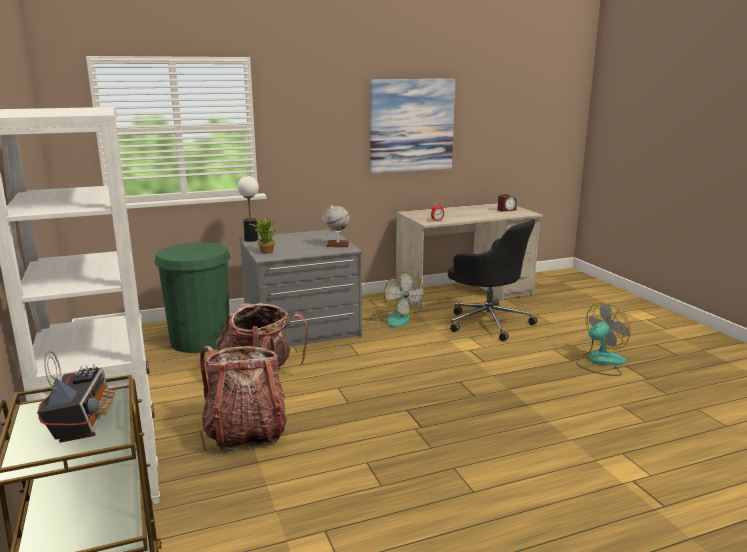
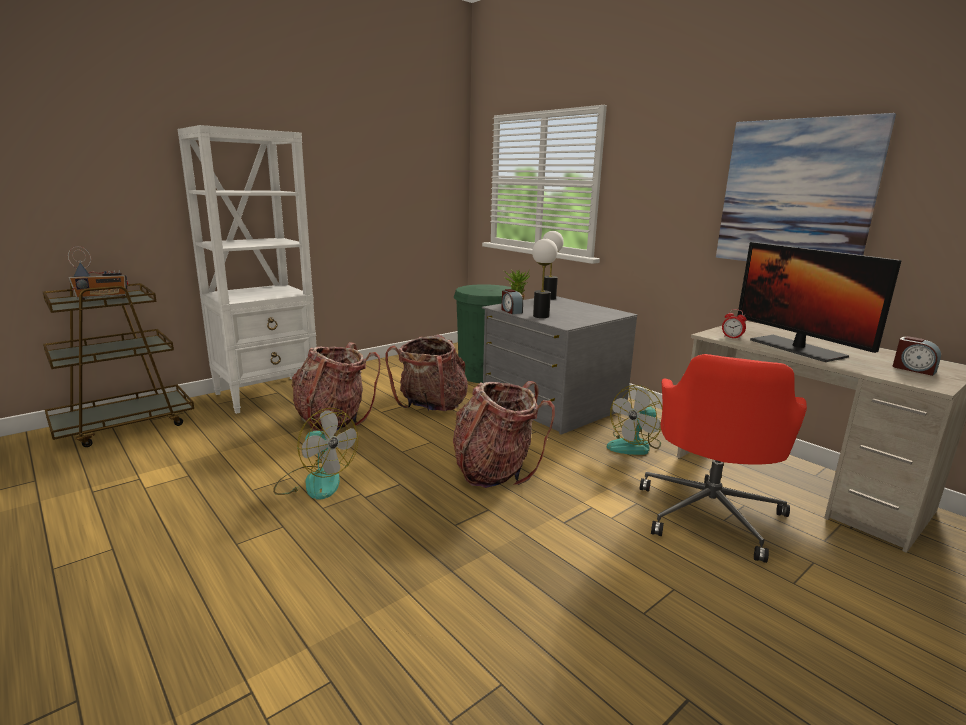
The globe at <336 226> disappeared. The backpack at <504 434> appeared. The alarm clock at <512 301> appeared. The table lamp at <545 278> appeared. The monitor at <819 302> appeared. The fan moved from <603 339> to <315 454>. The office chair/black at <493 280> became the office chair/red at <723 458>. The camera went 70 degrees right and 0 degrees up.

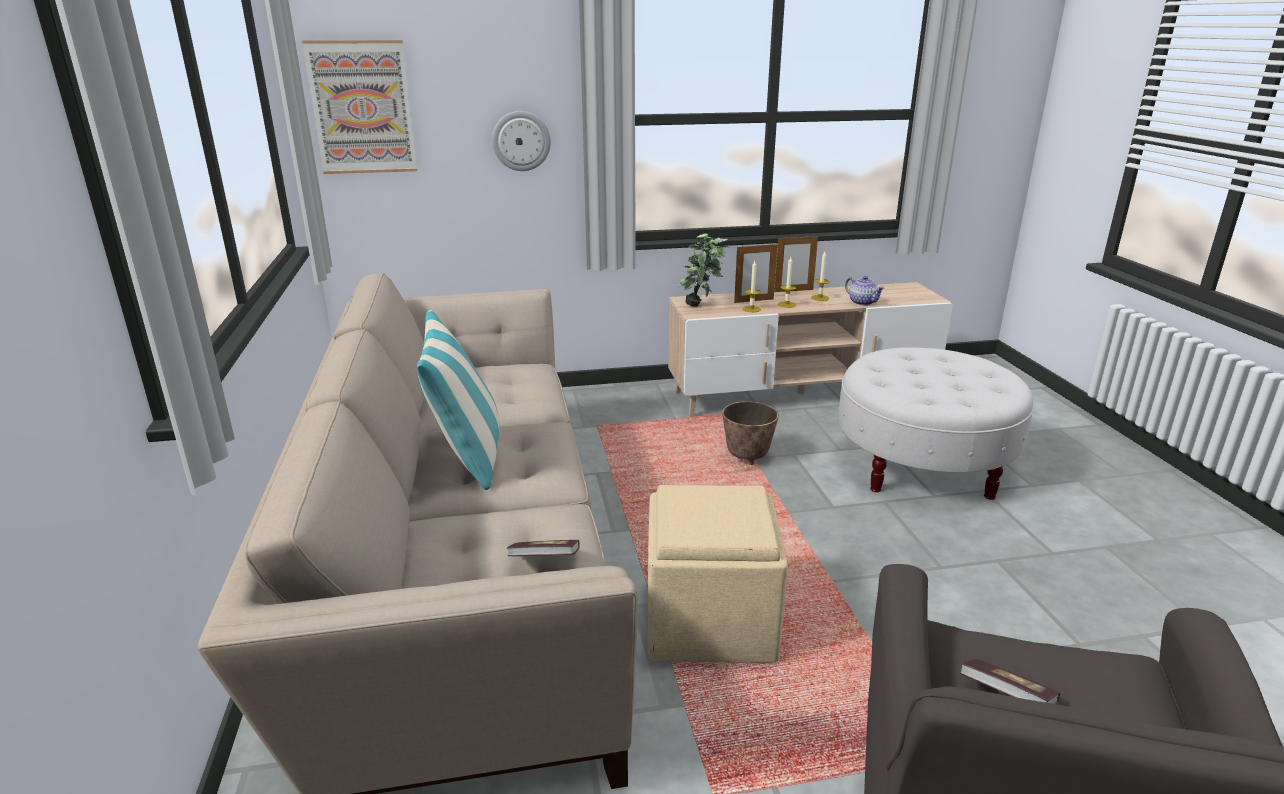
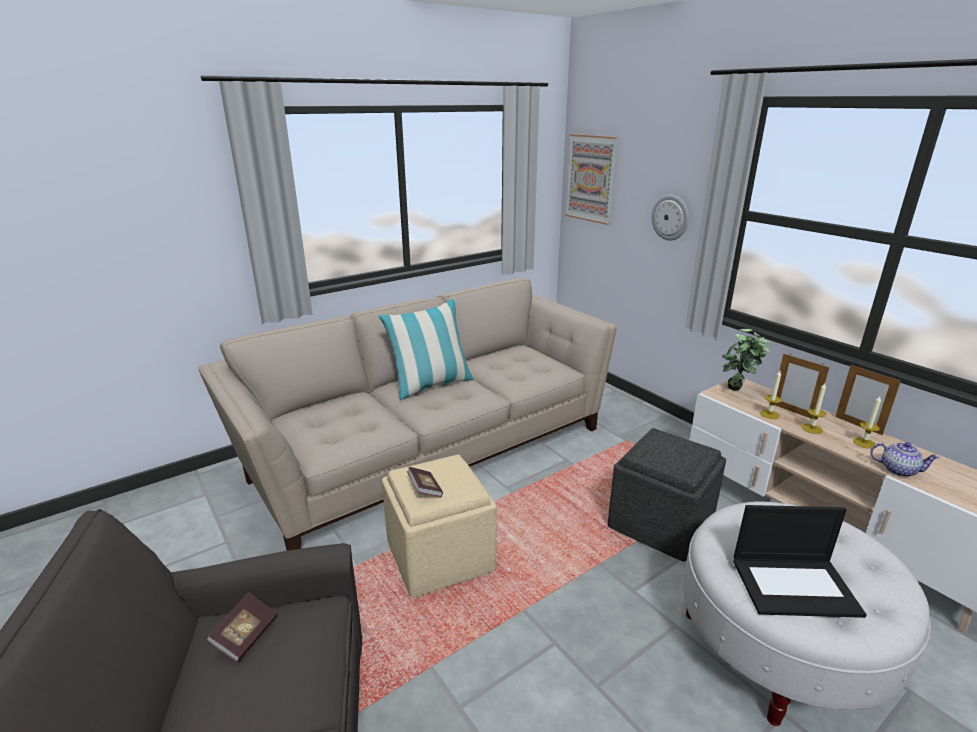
The laptop at <800 561> appeared. The book moved from <543 548> to <425 482>. The planter at <750 433> was replaced by the ottoman/grey at <666 495>. The teapot at <865 291> turned 90 degrees counterclockwise. The camera went 65 degrees right and 0 degrees up.

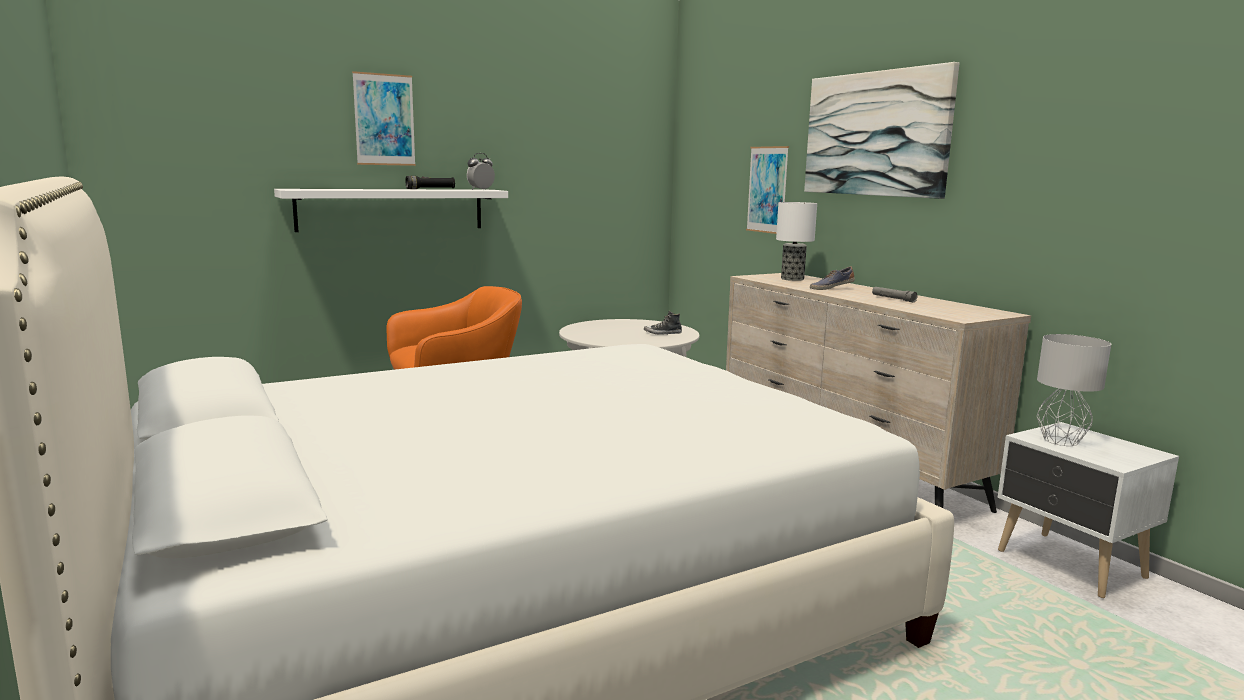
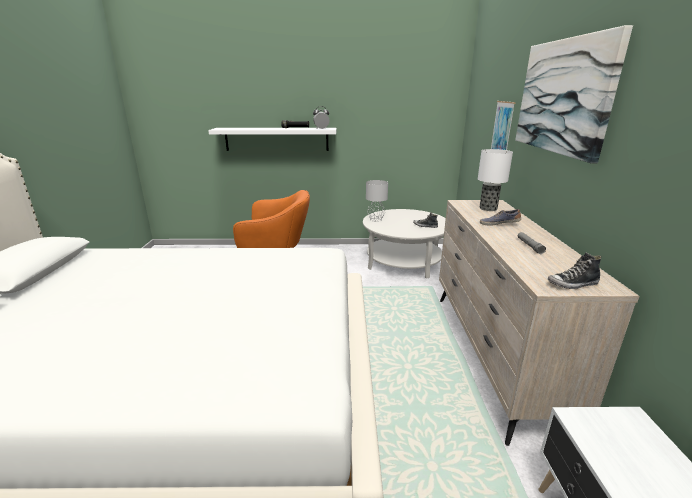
The picture at <384 118> disappeared. The shoe at <574 271> appeared. The table lamp/grey moved from <1074 390> to <377 201>. The camera went 30 degrees right and 10 degrees up.

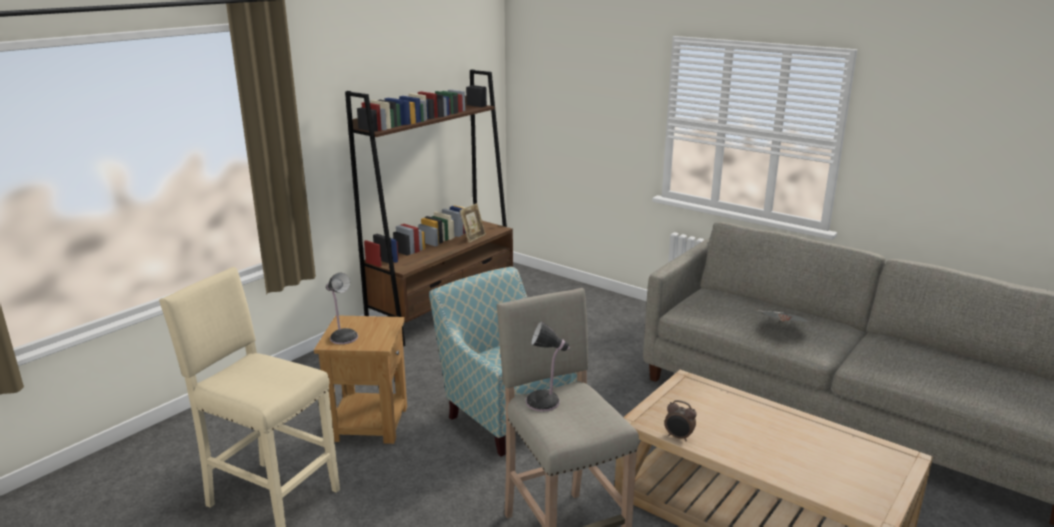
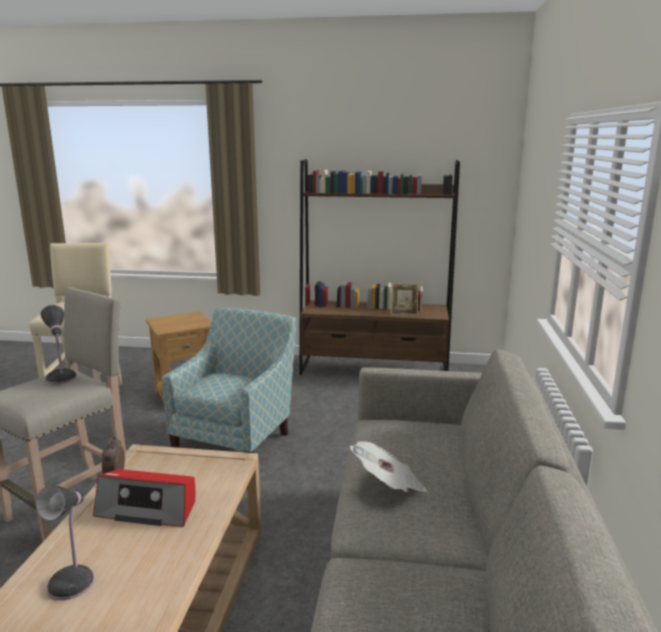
The radio at <144 498> appeared. The table lamp moved from <342 308> to <65 543>. The camera went 60 degrees right and 5 degrees down.

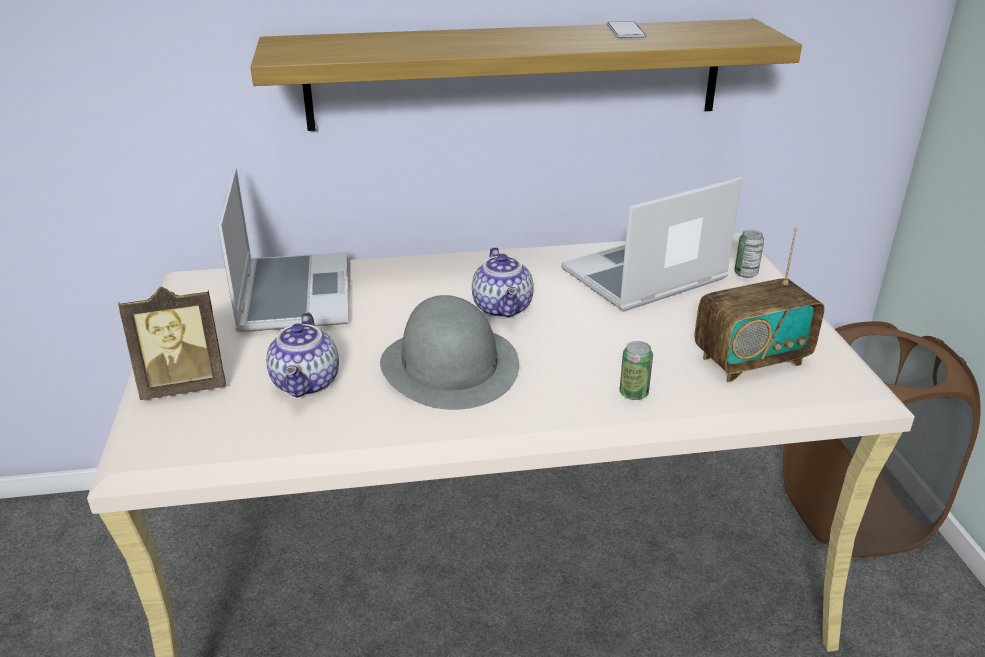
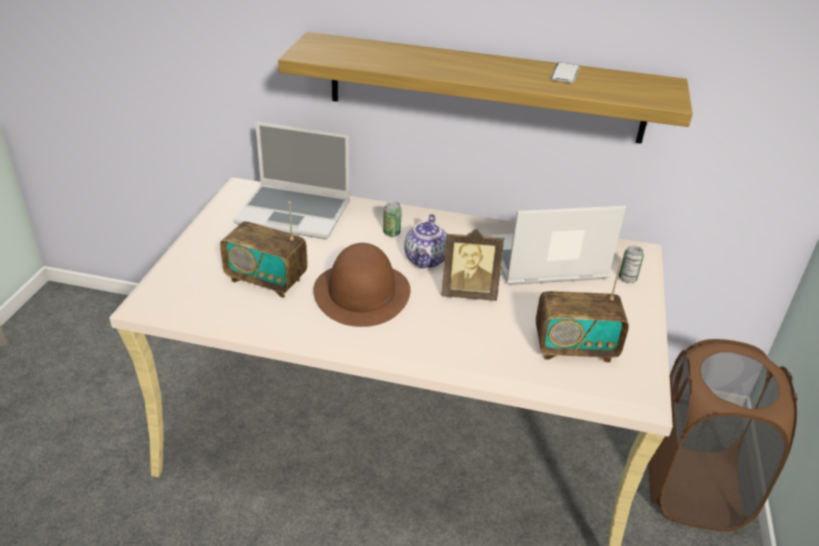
The picture frame moved from <172 343> to <473 265>. The can moved from <636 370> to <392 219>. The teapot at <302 355> was replaced by the radio at <264 249>. The hat/grey at <449 352> became the hat/brown at <361 285>. The laptop at <283 249> turned 90 degrees clockwise. The camera went 20 degrees right and 5 degrees up.

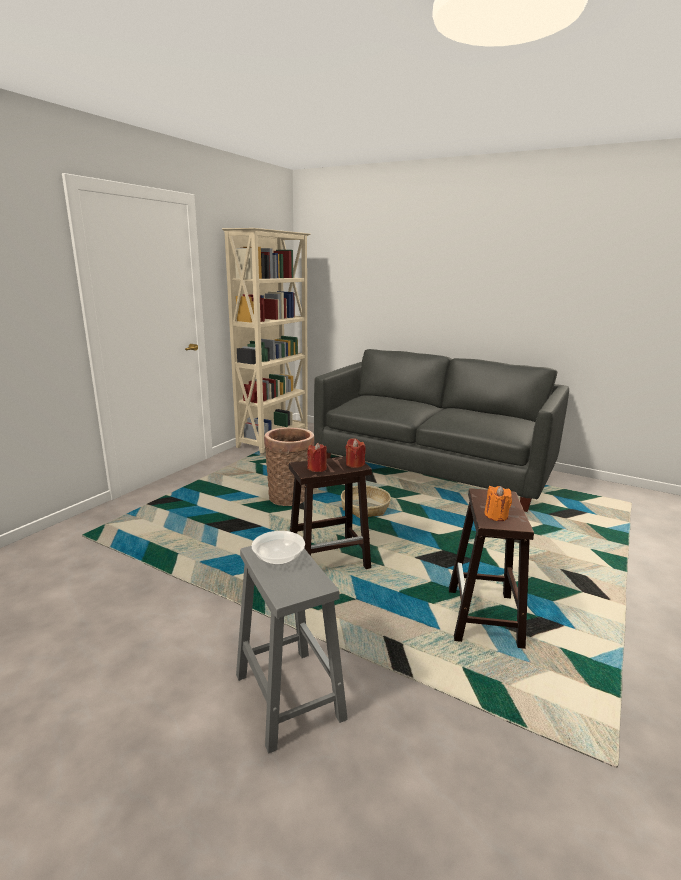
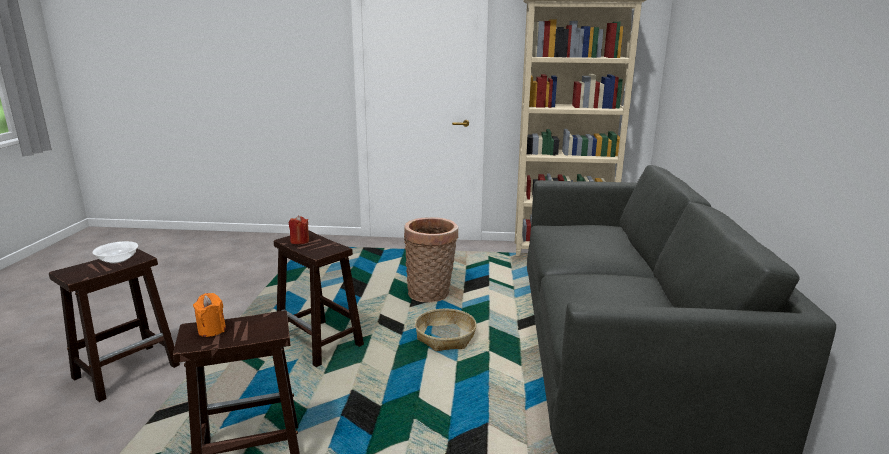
The candle/red at <356 453> disappeared. The stool/grey at <292 650> became the stool/brown at <114 325>. The camera went 65 degrees right and 0 degrees up.

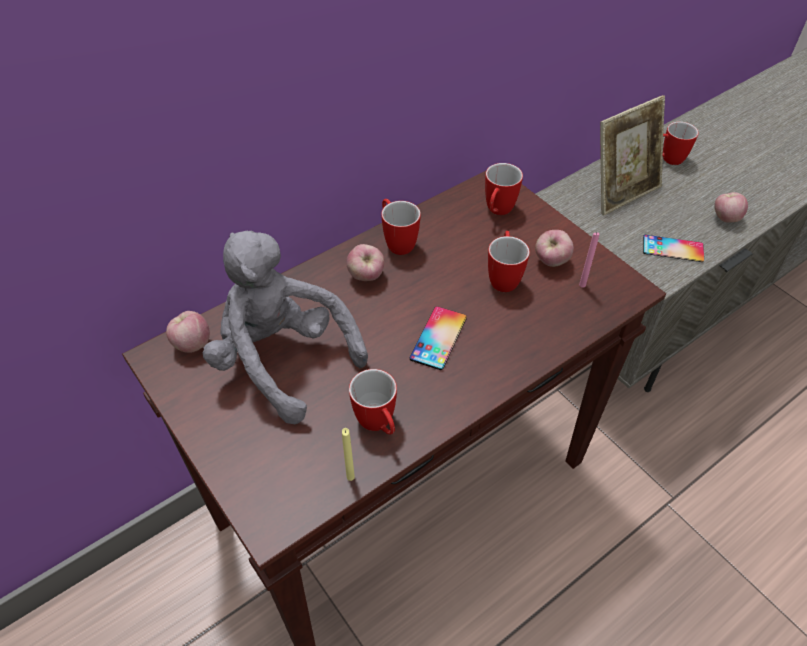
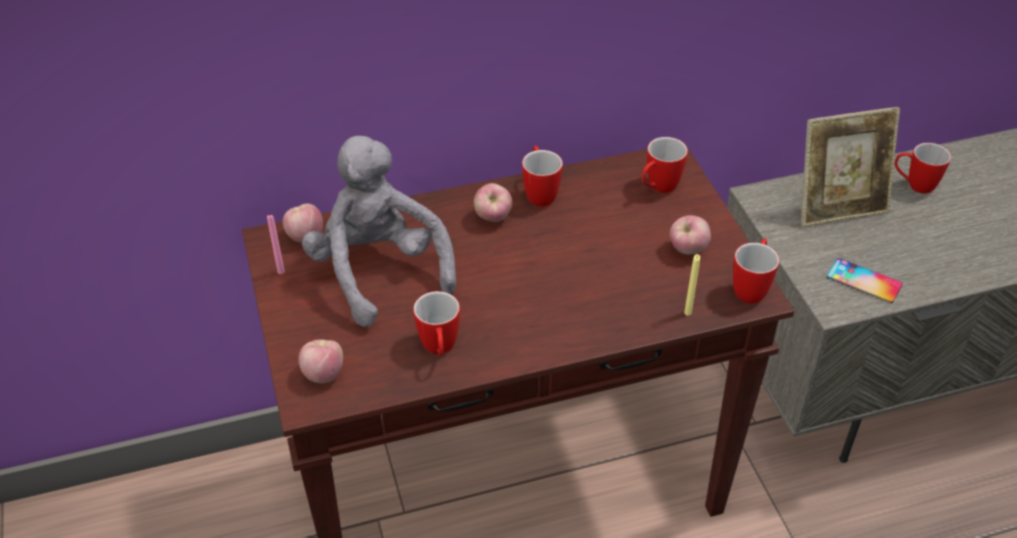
The phone at <438 338> disappeared. The candle/yellow moved from <348 454> to <692 285>. The mug moved from <509 261> to <756 270>. The candle/pink moved from <589 260> to <276 244>. The apple moved from <731 207> to <320 361>. The camera went 20 degrees right and 5 degrees down.

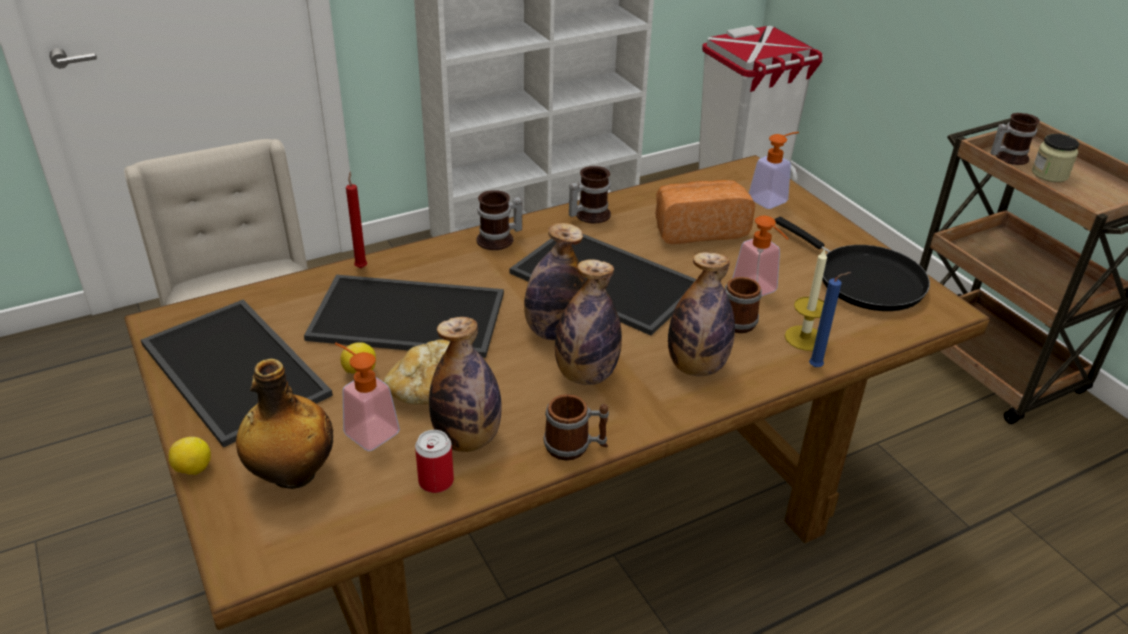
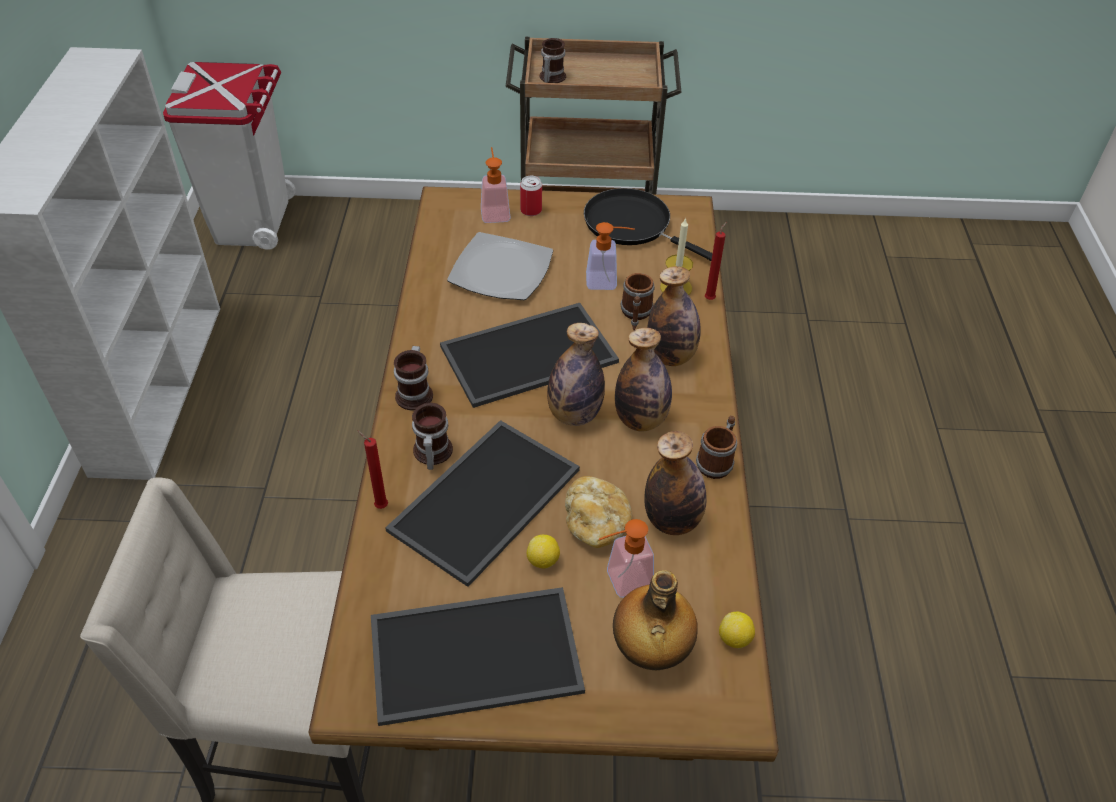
The jar at <1055 158> disappeared. The lemon moved from <190 456> to <737 630>. The can moved from <434 461> to <531 196>. The mug moved from <590 194> to <432 436>. The bread at <705 212> was replaced by the plate at <500 266>. The candle/blue at <830 319> became the candle/red at <716 260>. The frying pan/black at <852 264> turned 135 degrees counterclockwise. The camera went 60 degrees left and 10 degrees up.

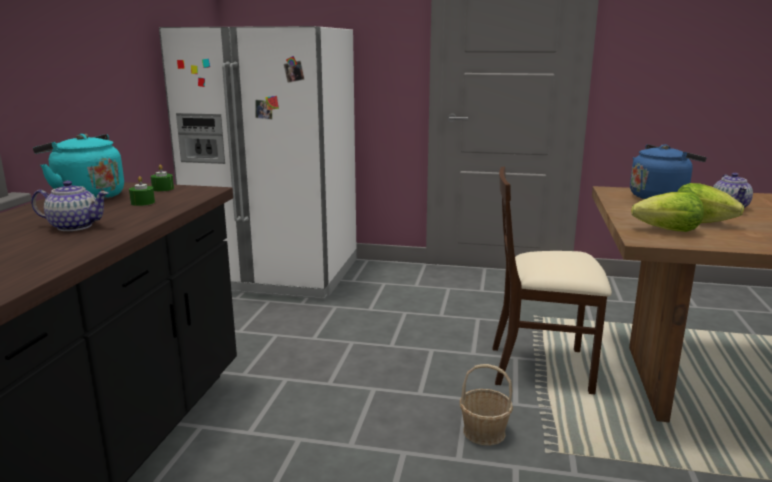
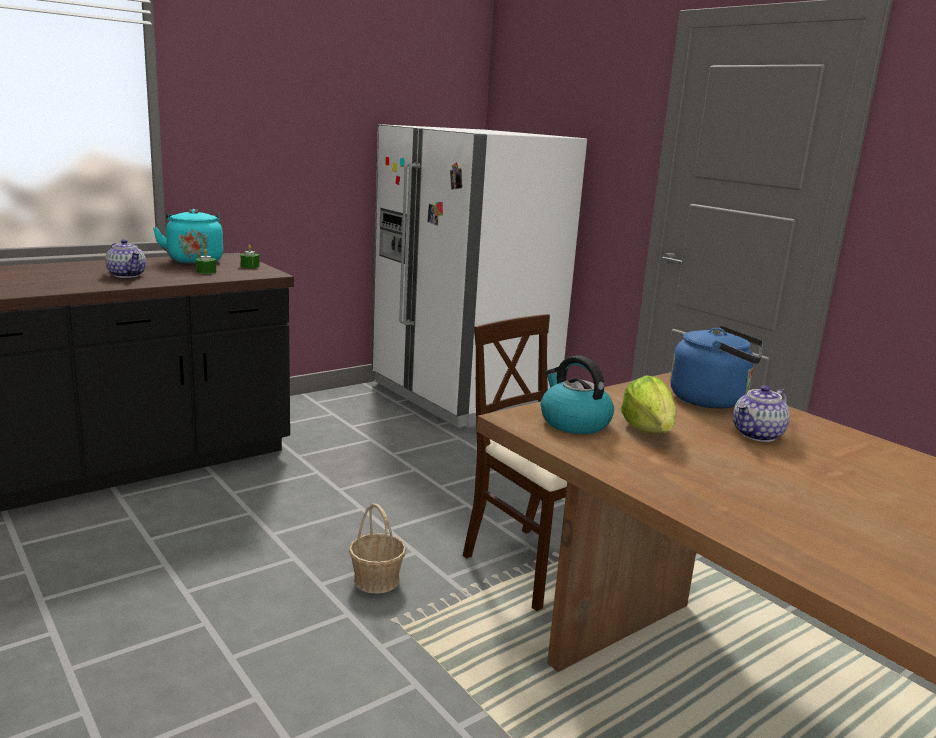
The lettuce at <667 212> was replaced by the kettle at <577 395>. The camera went 40 degrees right and 0 degrees up.

